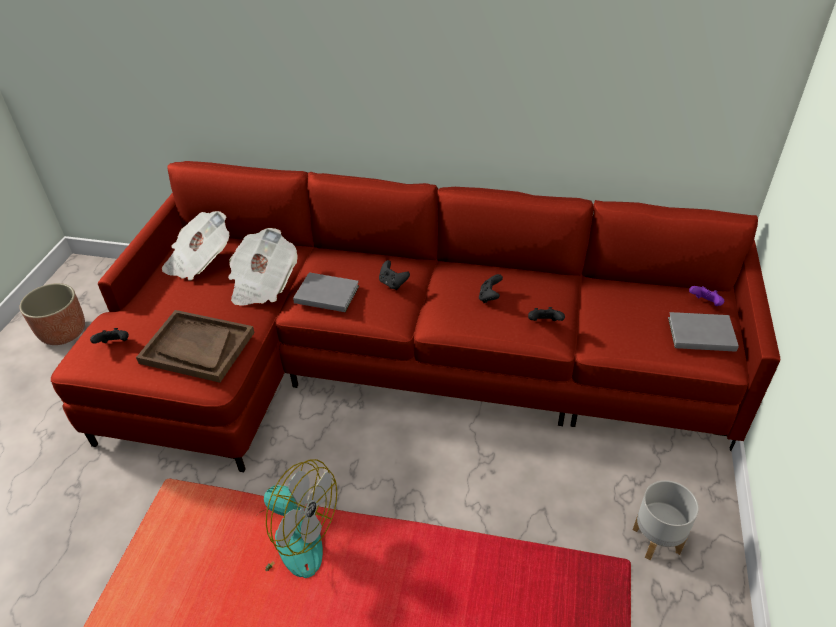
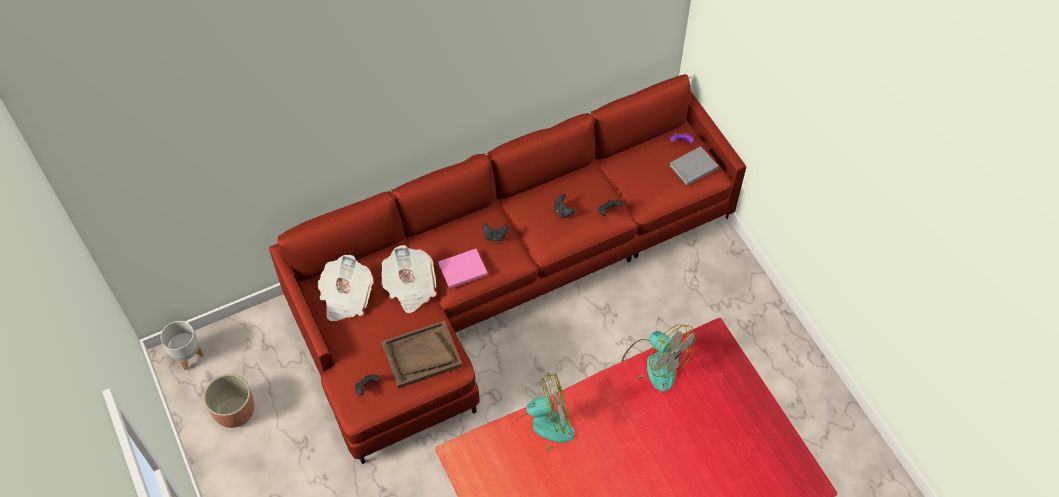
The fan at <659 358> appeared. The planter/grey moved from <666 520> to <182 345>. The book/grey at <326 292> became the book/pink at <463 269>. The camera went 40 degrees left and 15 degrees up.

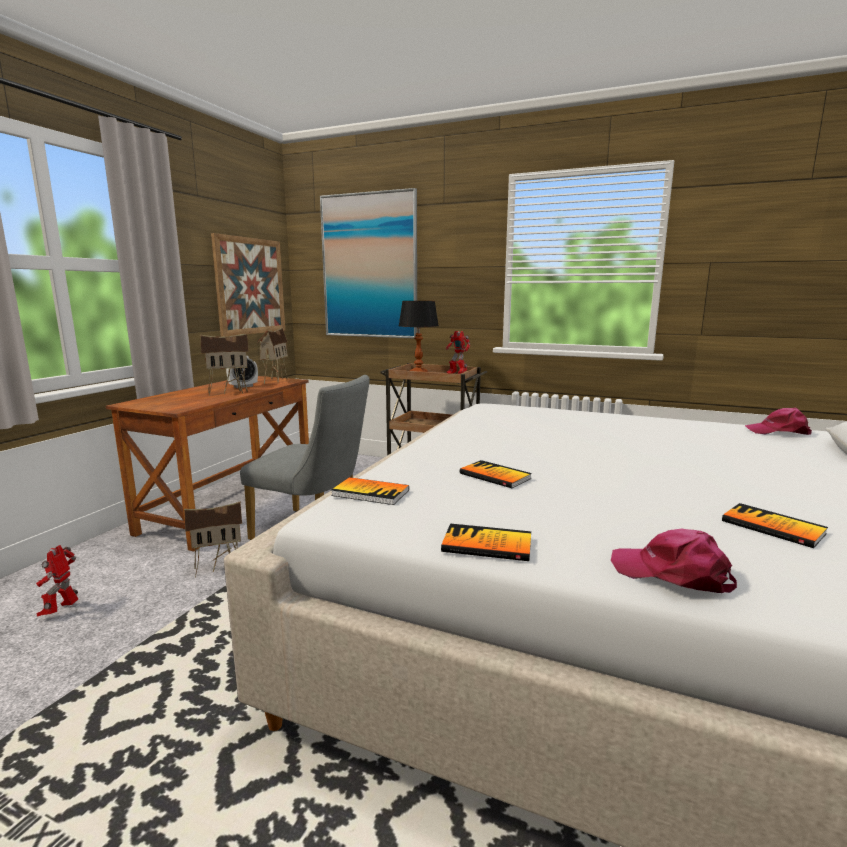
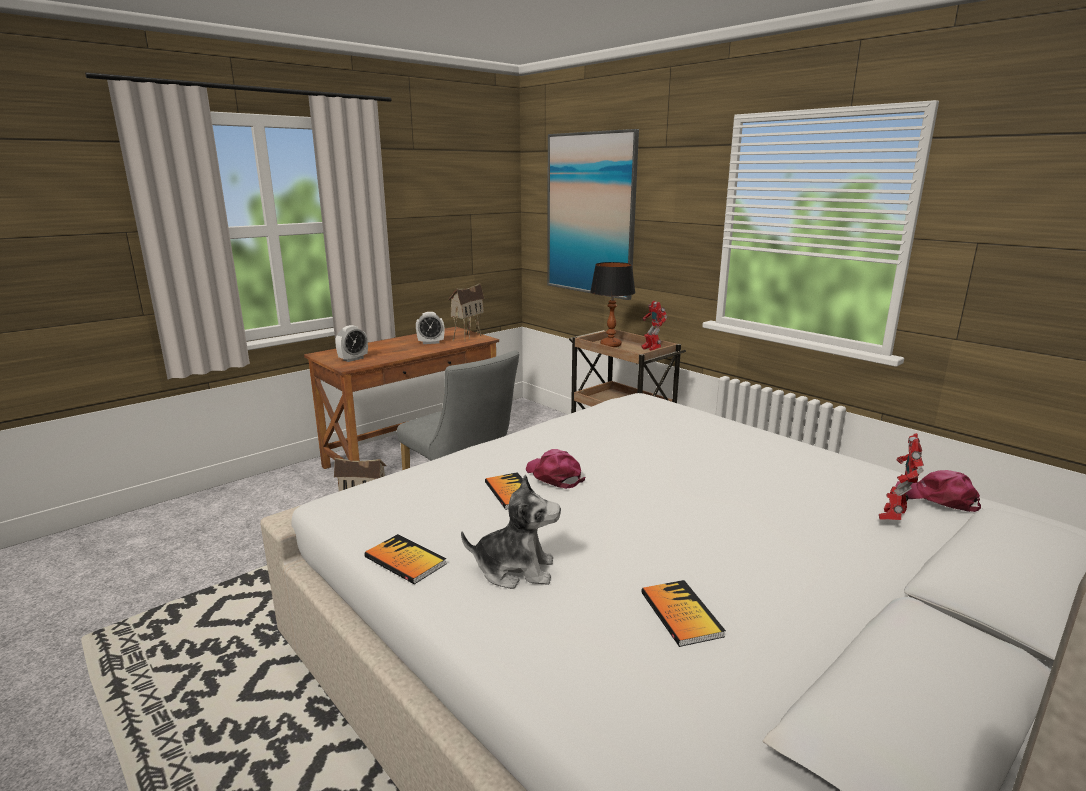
The toy house at <224 364> disappeared. The picture at <248 285> disappeared. The book at <370 491> disappeared. The alarm clock at <351 343> appeared. The plush toy at <511 532> appeared. The toy robot moved from <57 580> to <901 476>. The cap/pink moved from <674 561> to <555 469>. The camera went 25 degrees right and 5 degrees up.

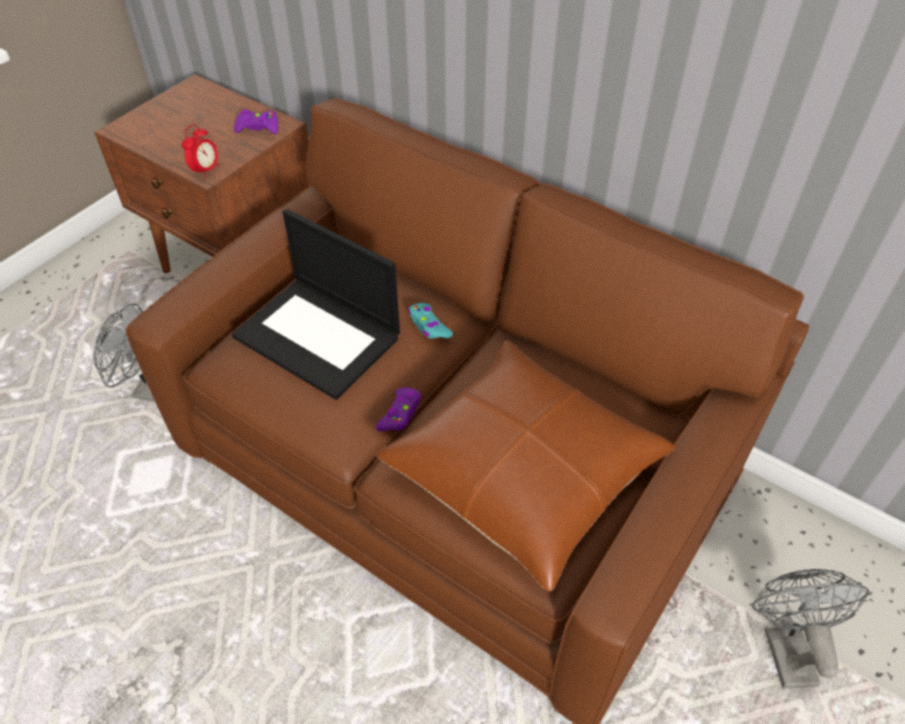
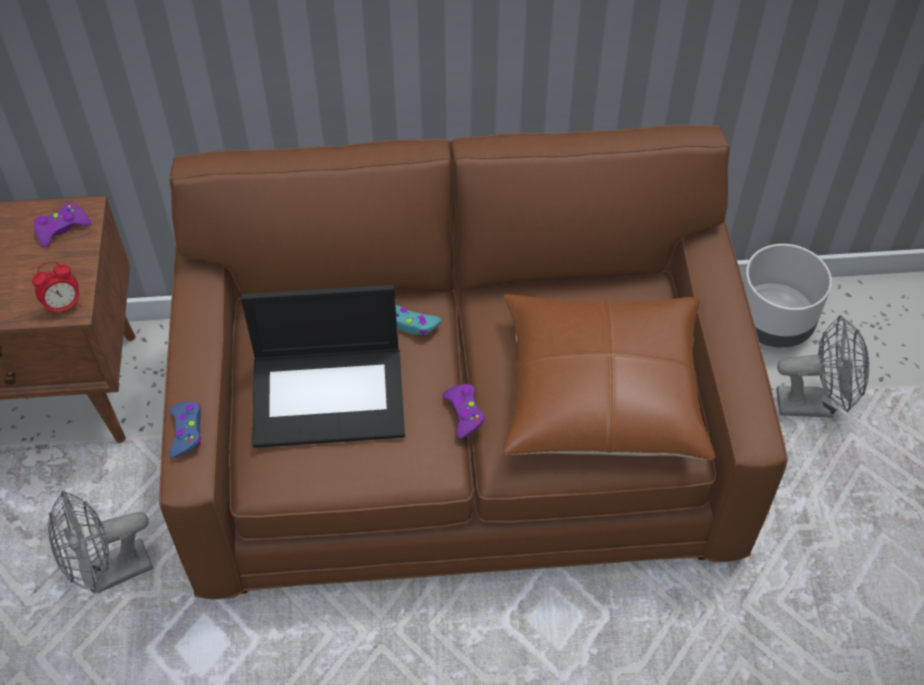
The game controller/blue at <185 430> appeared. The planter/grey at <787 296> appeared. The alarm clock at <201 151> turned 75 degrees clockwise. The fan/grey at <810 628> turned 135 degrees clockwise. The camera went 40 degrees left and 5 degrees up.

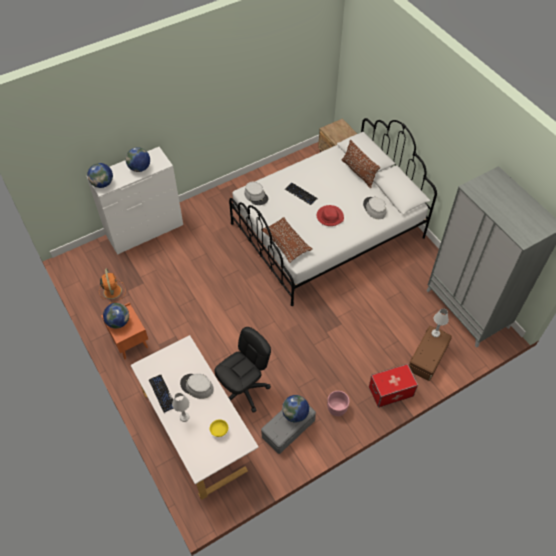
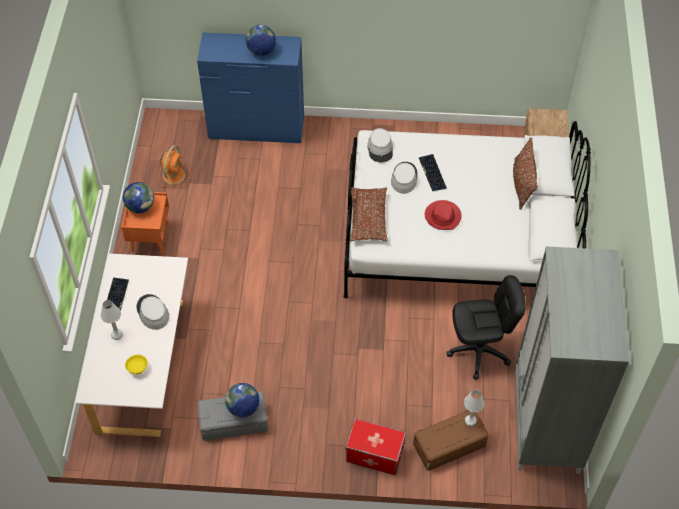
The globe at <100 175> disappeared. The planter/pink at <338 403> disappeared. The office chair/black moved from <243 370> to <486 327>. The hat/grey moved from <374 208> to <404 178>. The dresser/white at <135 201> became the dresser/blue at <250 88>. The camera went 35 degrees right and 0 degrees up.

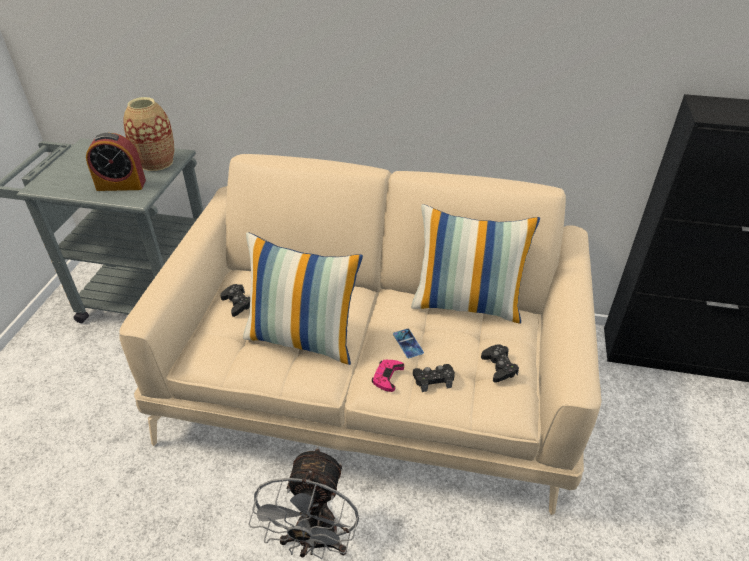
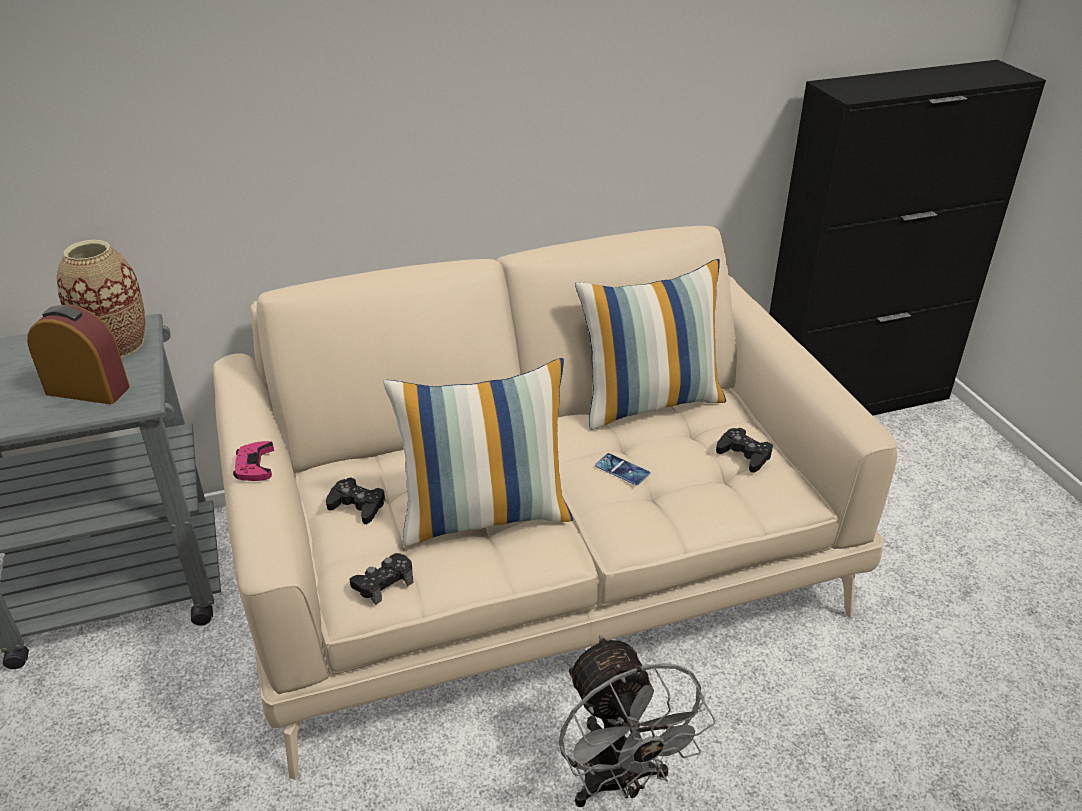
The game controller/pink moved from <388 376> to <253 461>. The game controller/black moved from <434 378> to <381 579>. The alarm clock at <116 162> turned 135 degrees counterclockwise. The camera went 30 degrees left and 5 degrees down.

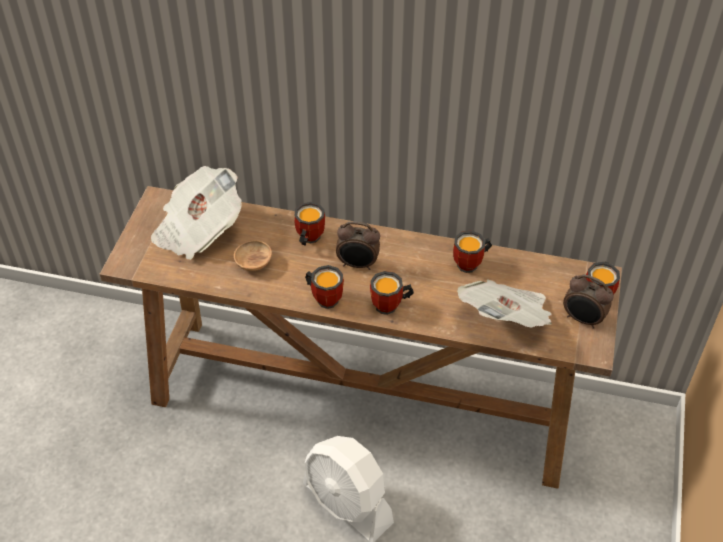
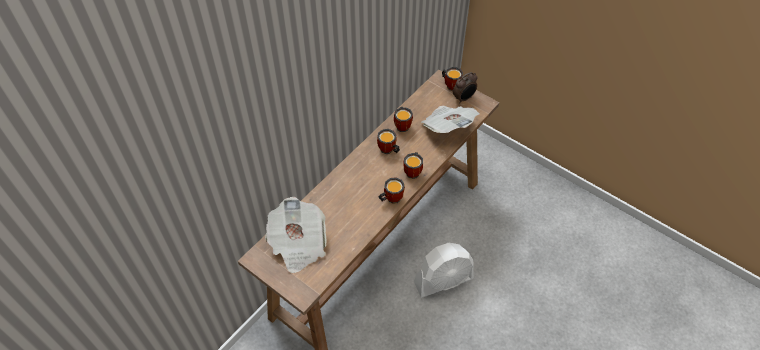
The bowl/brown at <253 255> disappeared. The alarm clock at <358 245> disappeared. The mug moved from <309 224> to <388 141>. The camera went 65 degrees left and 5 degrees up.

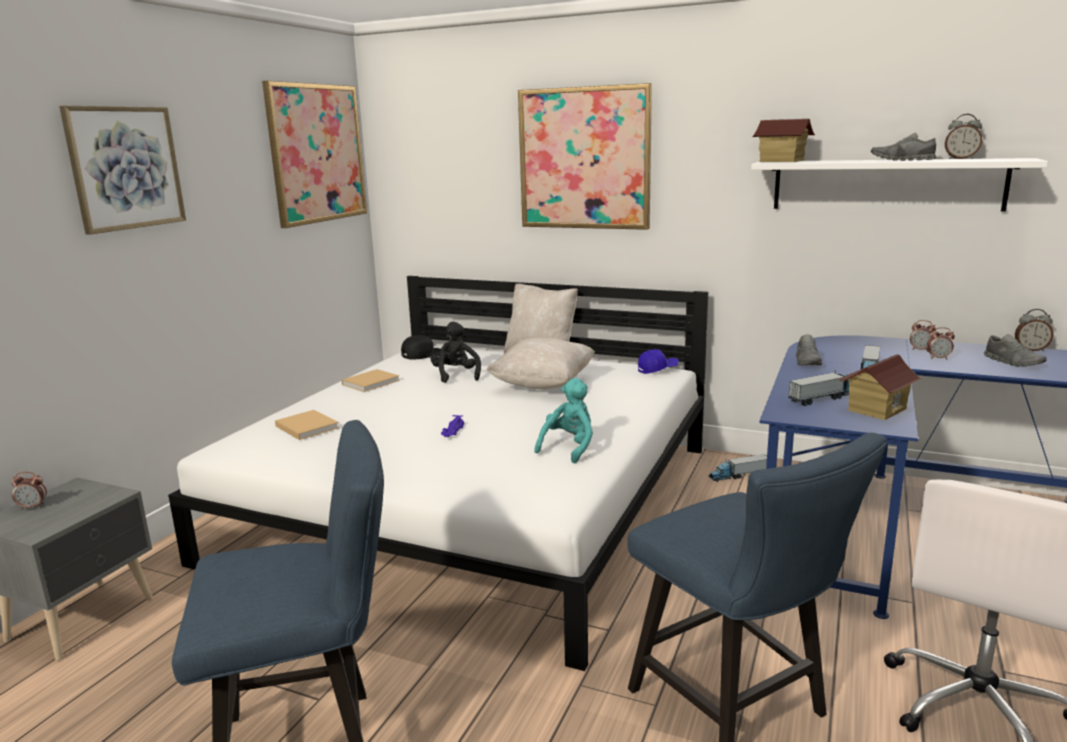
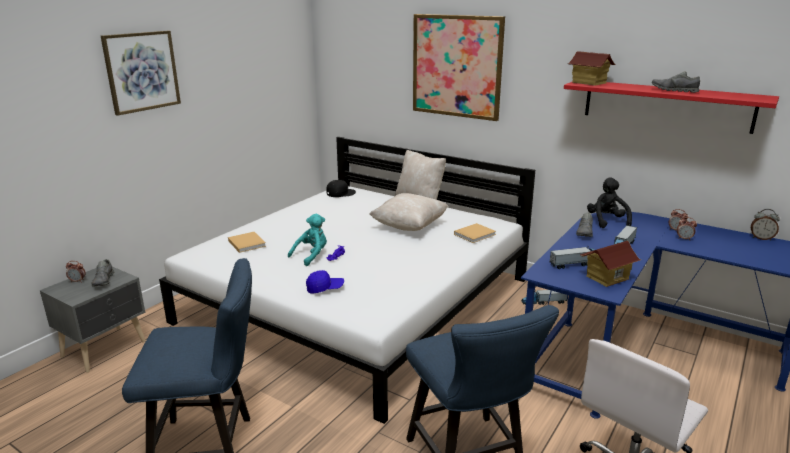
The picture at <314 154> disappeared. The alarm clock at <963 136> disappeared. The book/beige moved from <370 380> to <475 233>. The plush toy/black moved from <456 352> to <609 202>. The plush toy/turquoise moved from <564 421> to <307 240>. The cap/blue moved from <658 361> to <325 281>. The shoe/grey moved from <1015 350> to <103 273>. The shelf/white at <899 185> became the shelf/red at <671 108>. The camera went 10 degrees right and 5 degrees up.

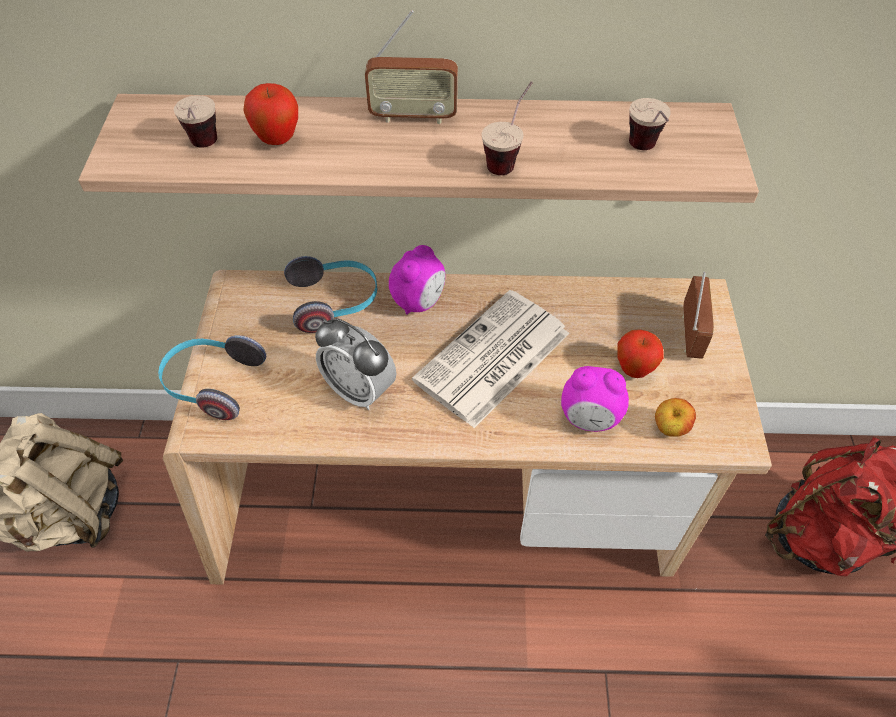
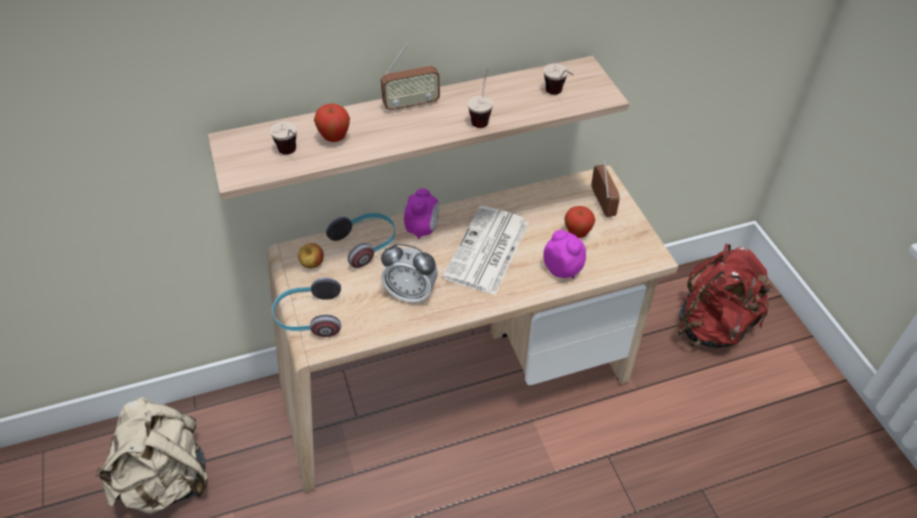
The apple moved from <675 417> to <311 256>. The alarm clock at <595 399> turned 120 degrees counterclockwise. The camera went 20 degrees left and 5 degrees down.

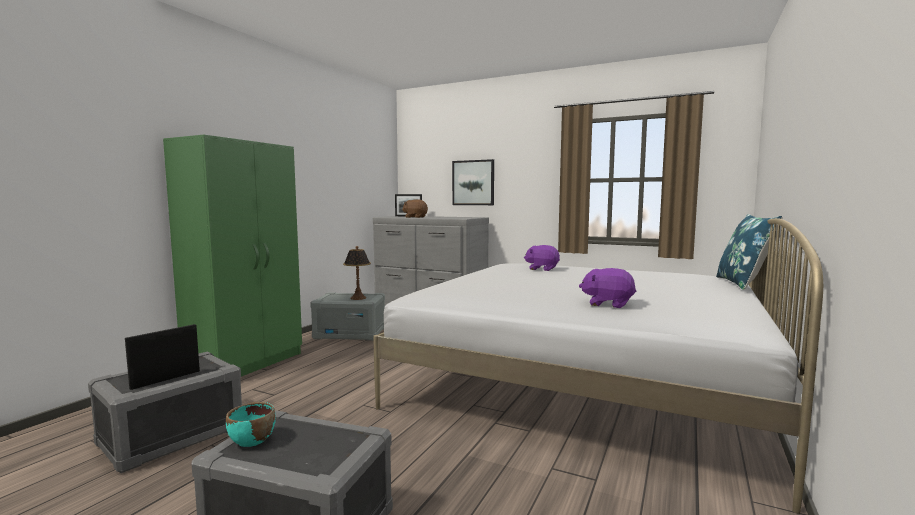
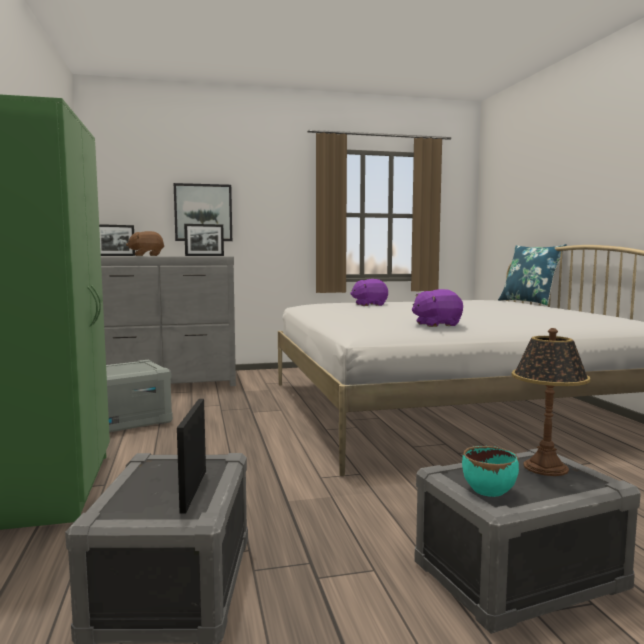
The picture frame at <204 240> appeared. The table lamp moved from <357 273> to <551 402>. The plush toy/purple moved from <607 288> to <437 308>. The camera went 40 degrees left and 0 degrees up.

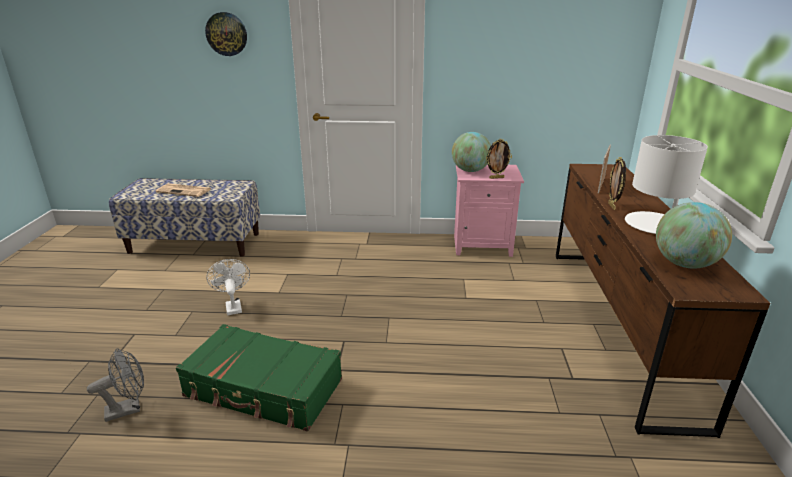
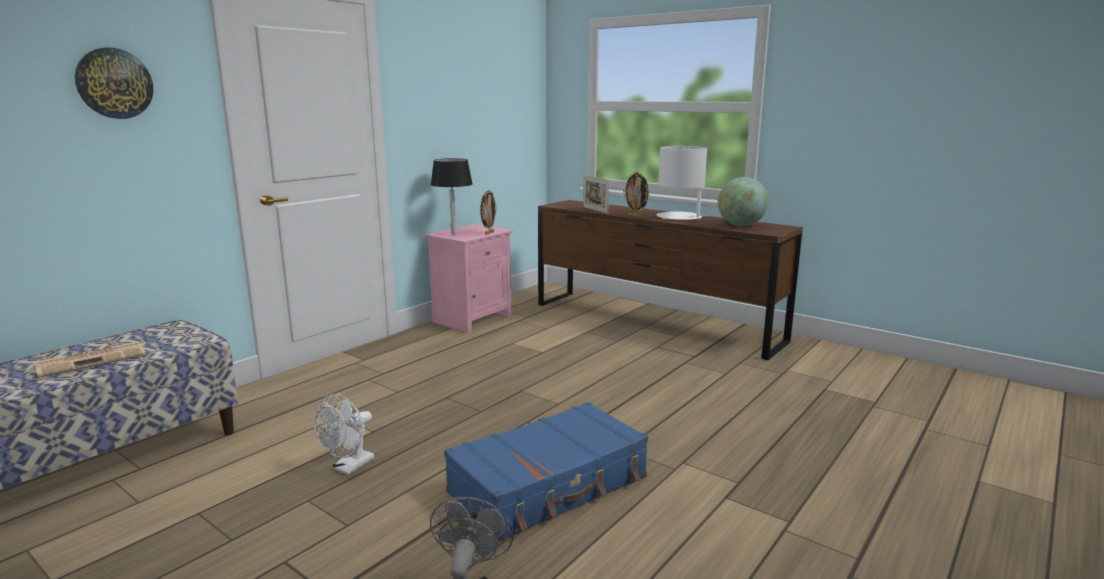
The globe at <471 152> was replaced by the table lamp/black at <452 197>. The suitcase/green at <259 378> became the suitcase/blue at <546 472>. The fan/white at <228 287> turned 75 degrees counterclockwise. The camera went 55 degrees left and 10 degrees down.

